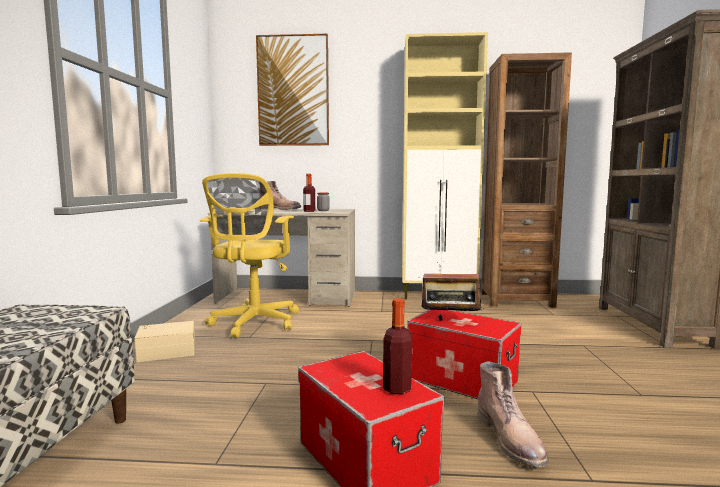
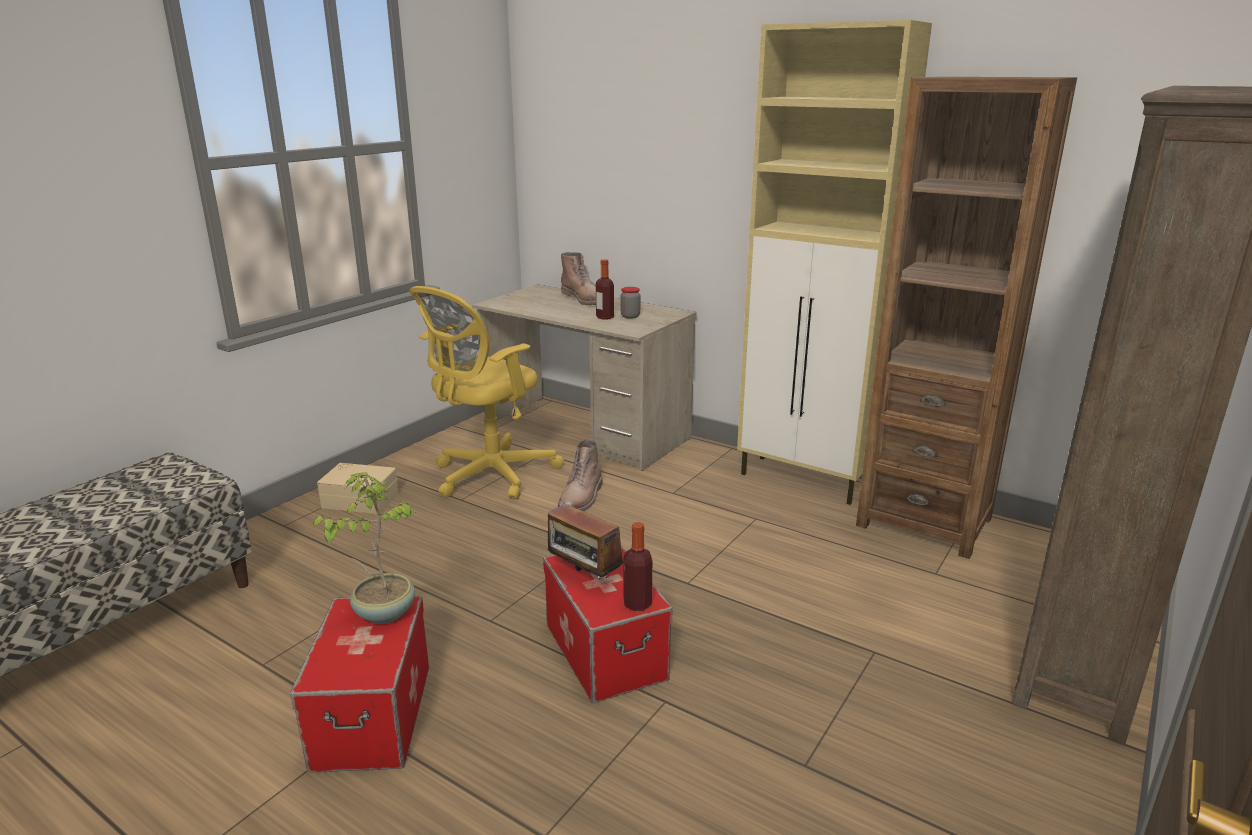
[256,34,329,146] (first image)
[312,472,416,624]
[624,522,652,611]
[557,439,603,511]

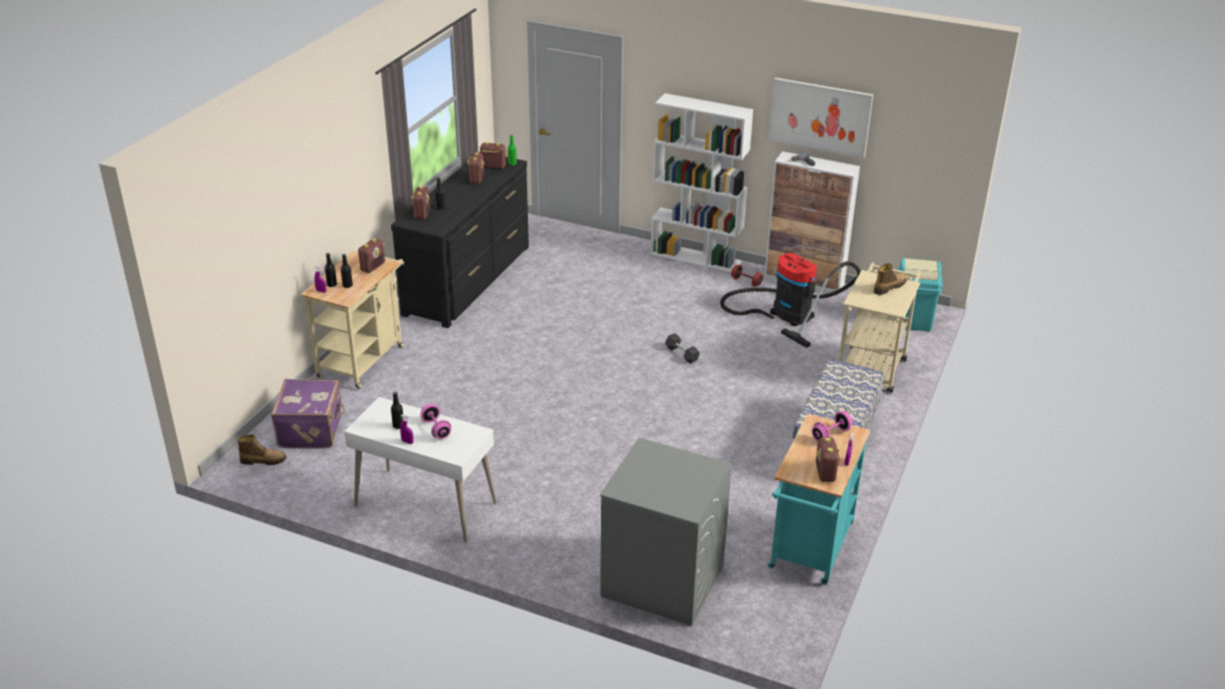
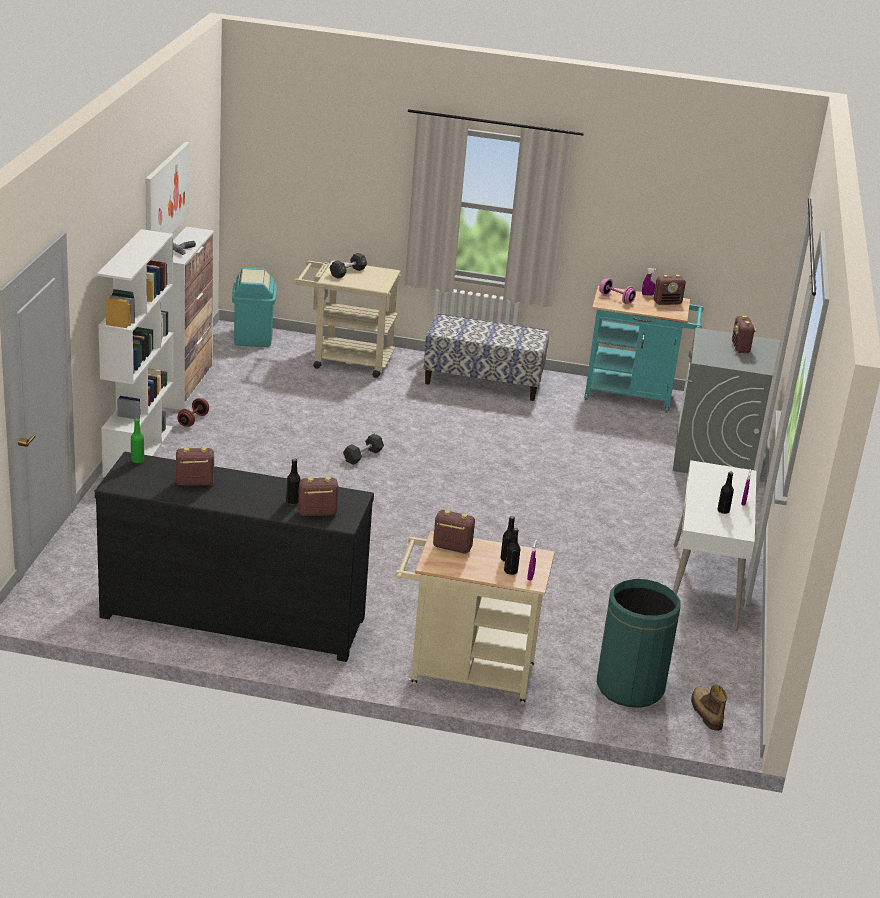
[420,404,451,439] (first image)
[720,253,861,348] (first image)
[732,315,756,353]
[597,579,680,708]
[329,253,367,279]

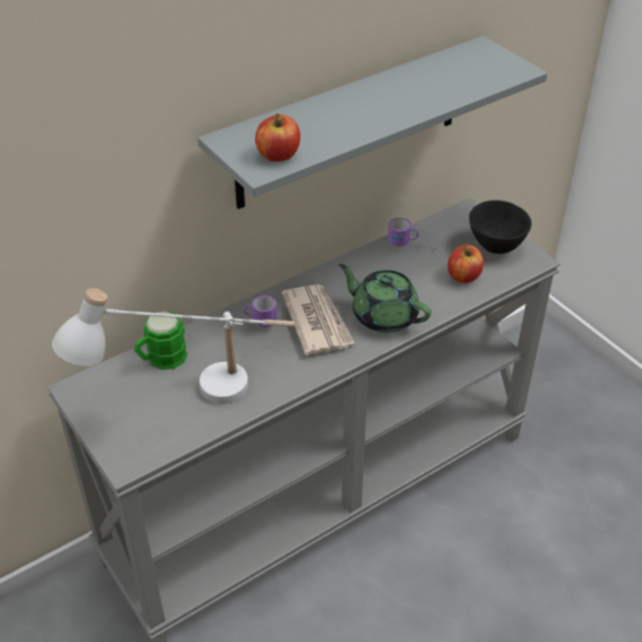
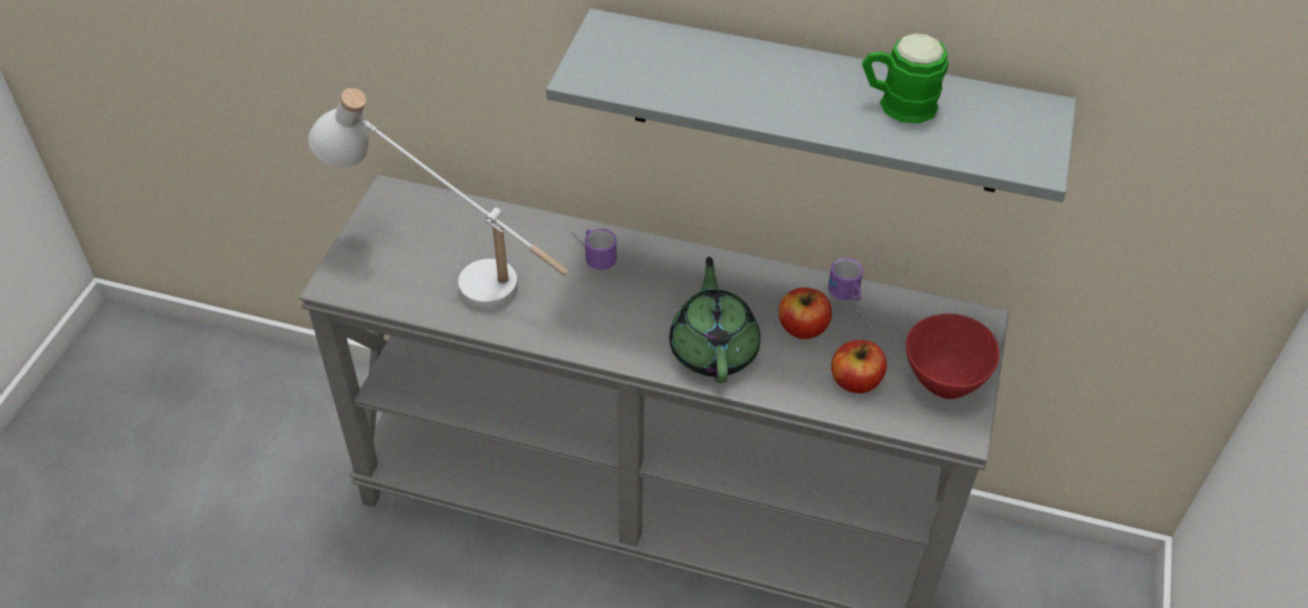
[282,284,355,355] (first image)
[862,34,949,124]
[779,287,832,339]
[906,313,999,399]

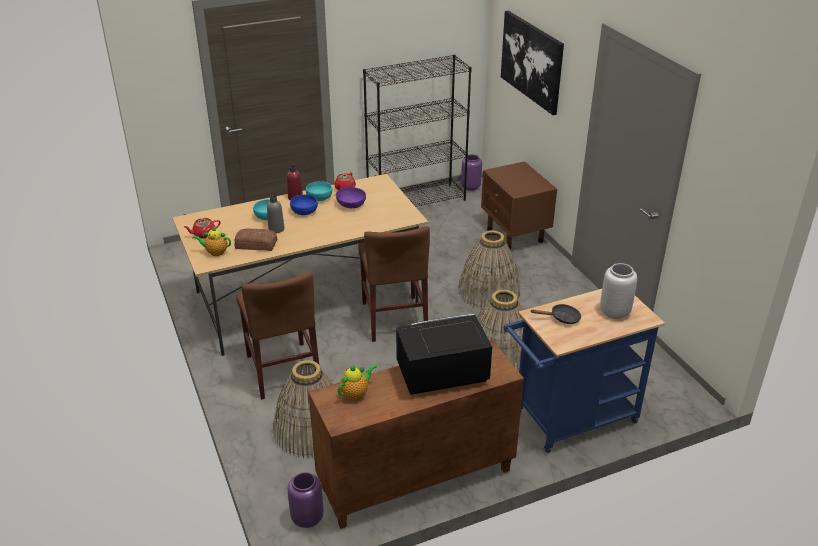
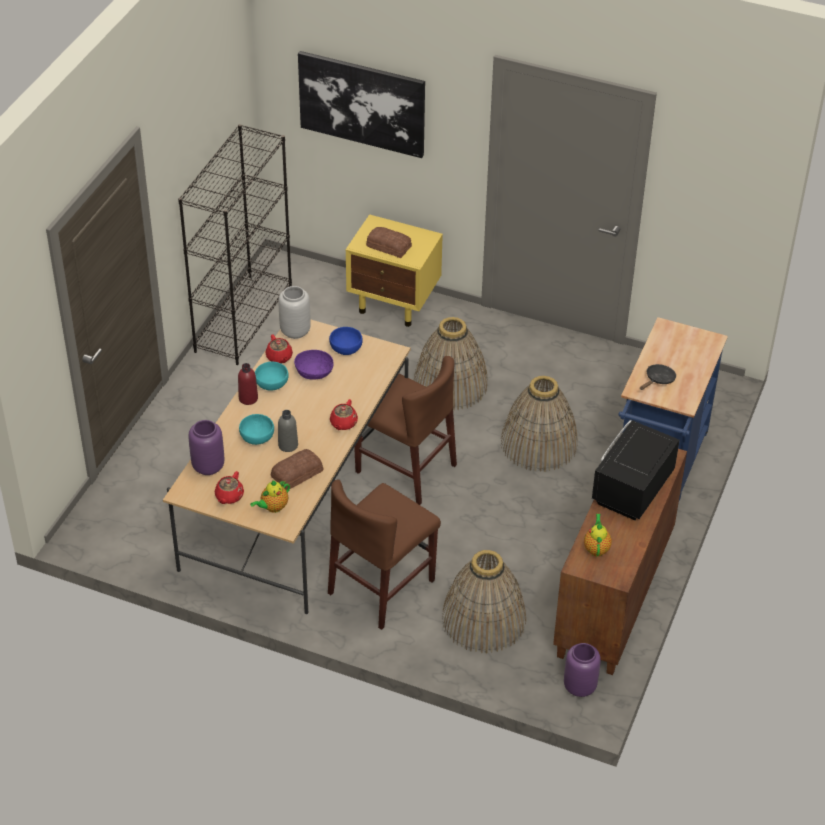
[330,399,358,430]
[366,227,412,258]
[329,327,363,355]
[188,420,224,475]
[279,286,311,339]
[346,214,443,327]
[328,479,441,630]

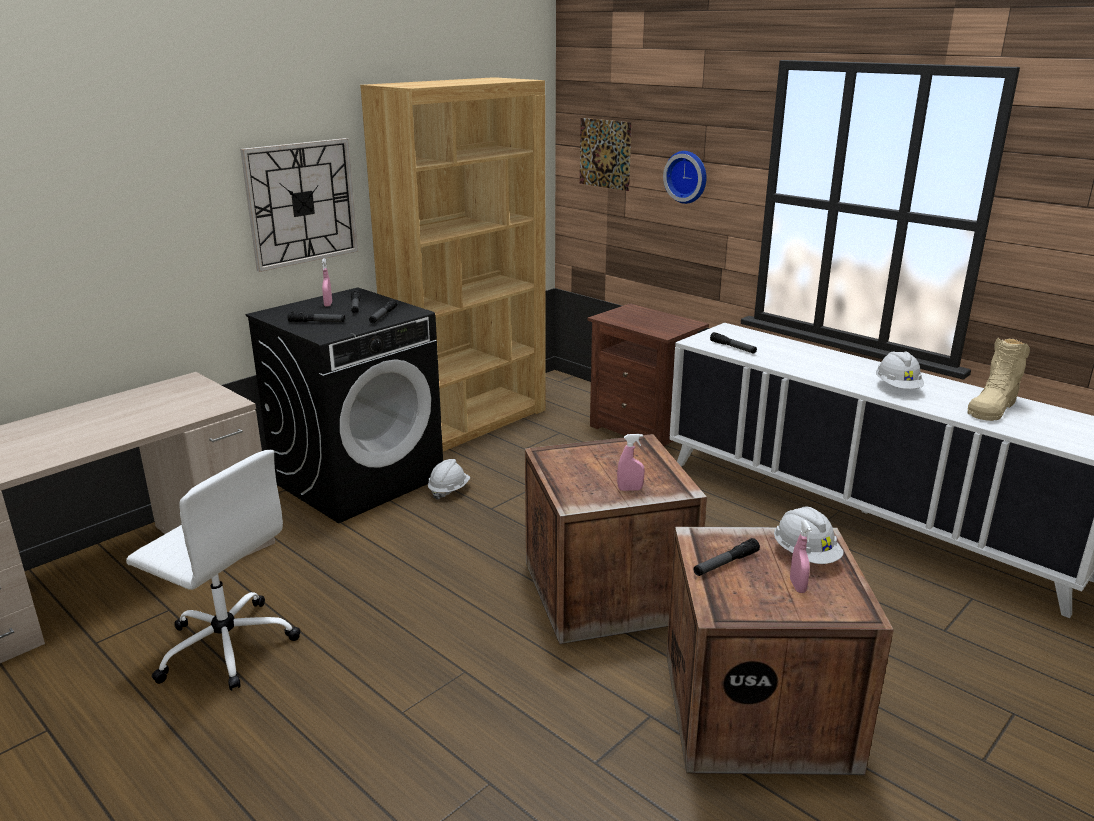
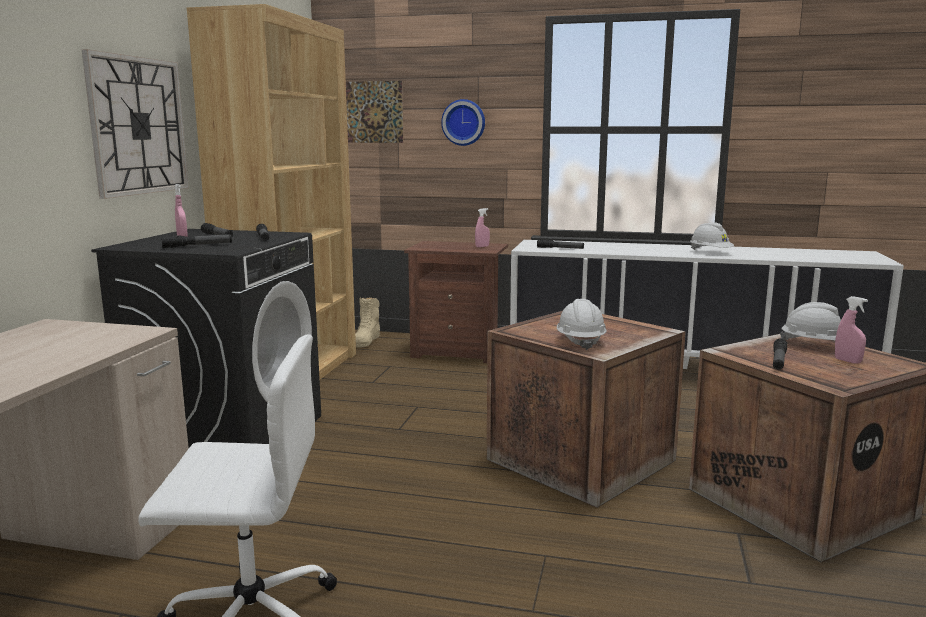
[557,299,607,350]
[475,208,490,247]
[355,298,380,348]

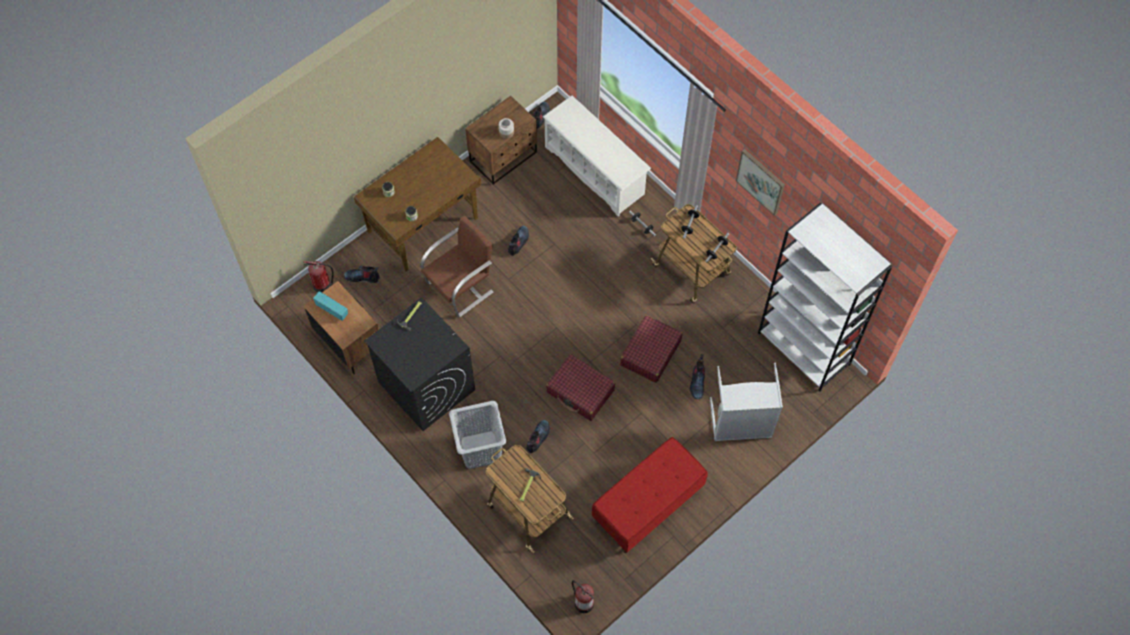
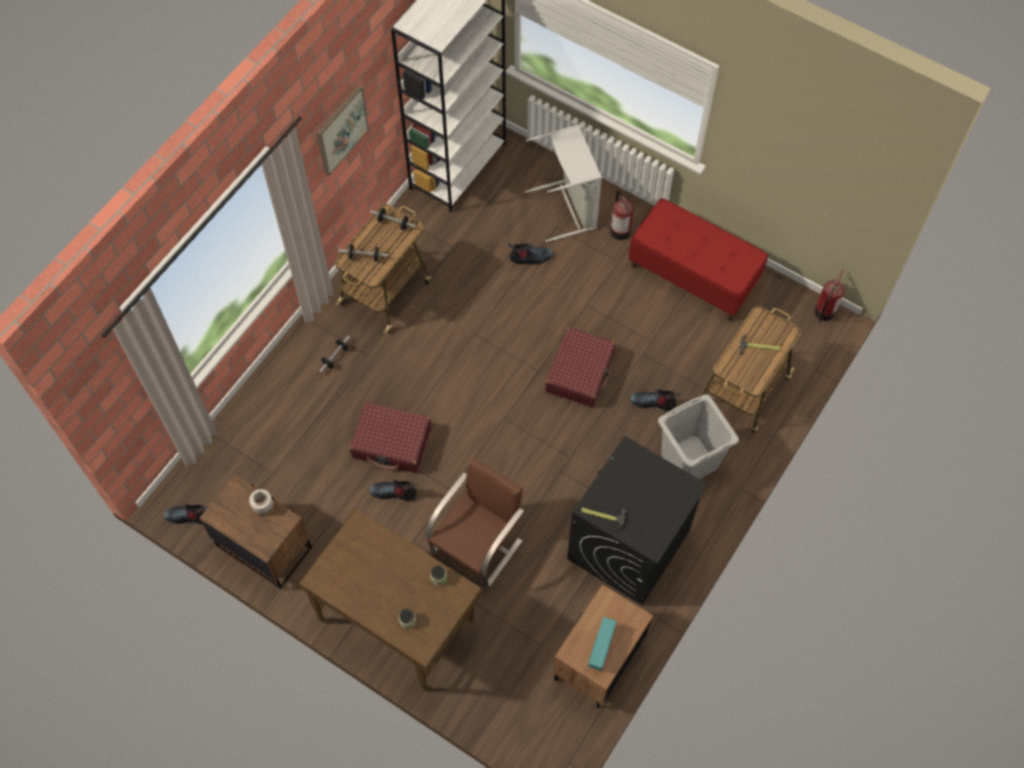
[344,266,380,283] (first image)
[543,95,651,217] (first image)
[610,190,634,240]
[349,402,431,473]
[425,457,524,587]

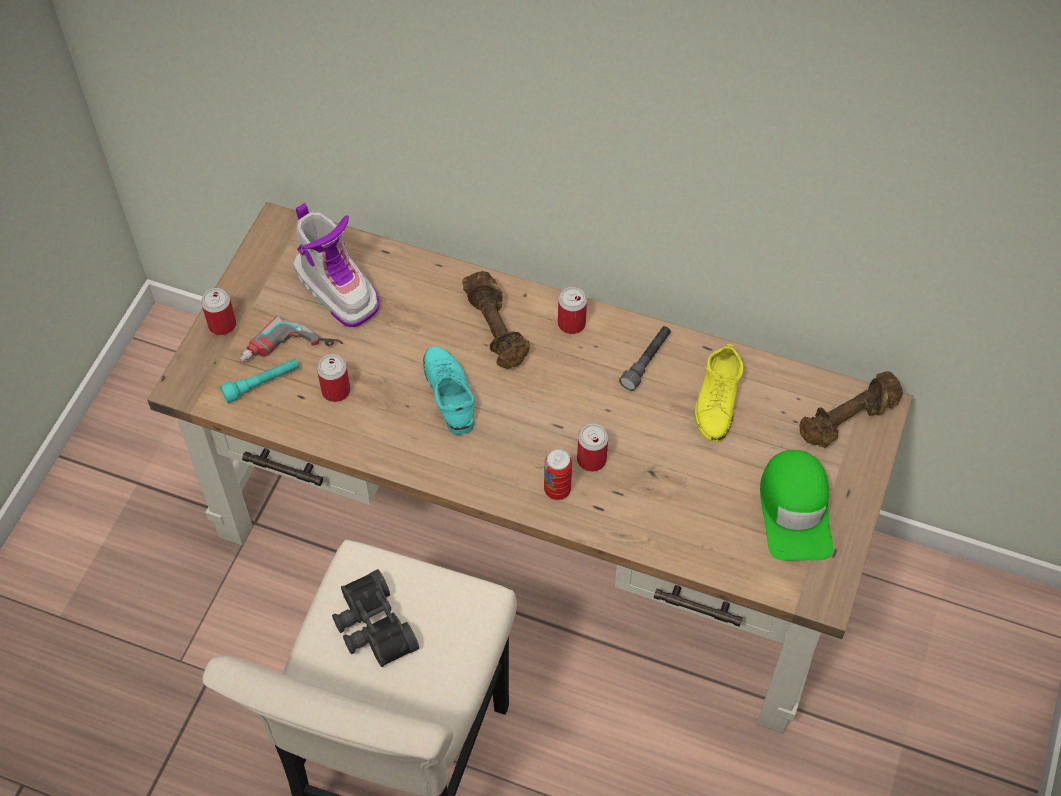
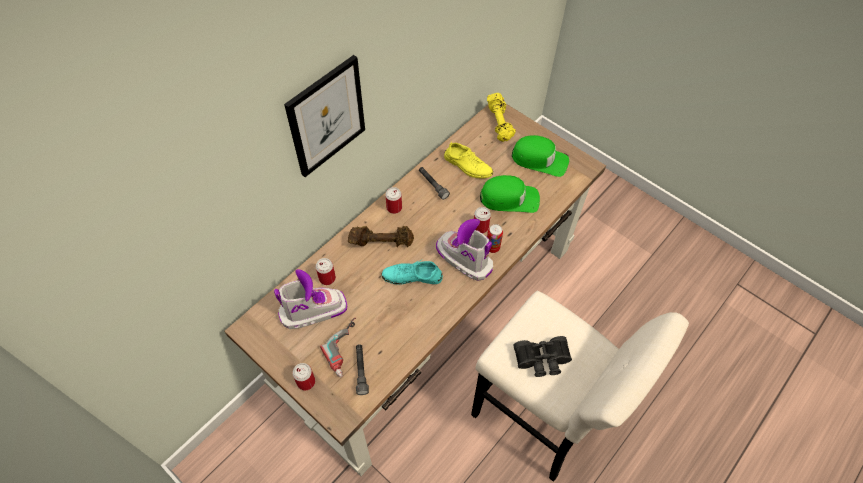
[284,55,365,177]
[436,219,493,281]
[480,175,540,213]
[316,258,336,285]
[356,344,369,395]
[487,93,516,142]

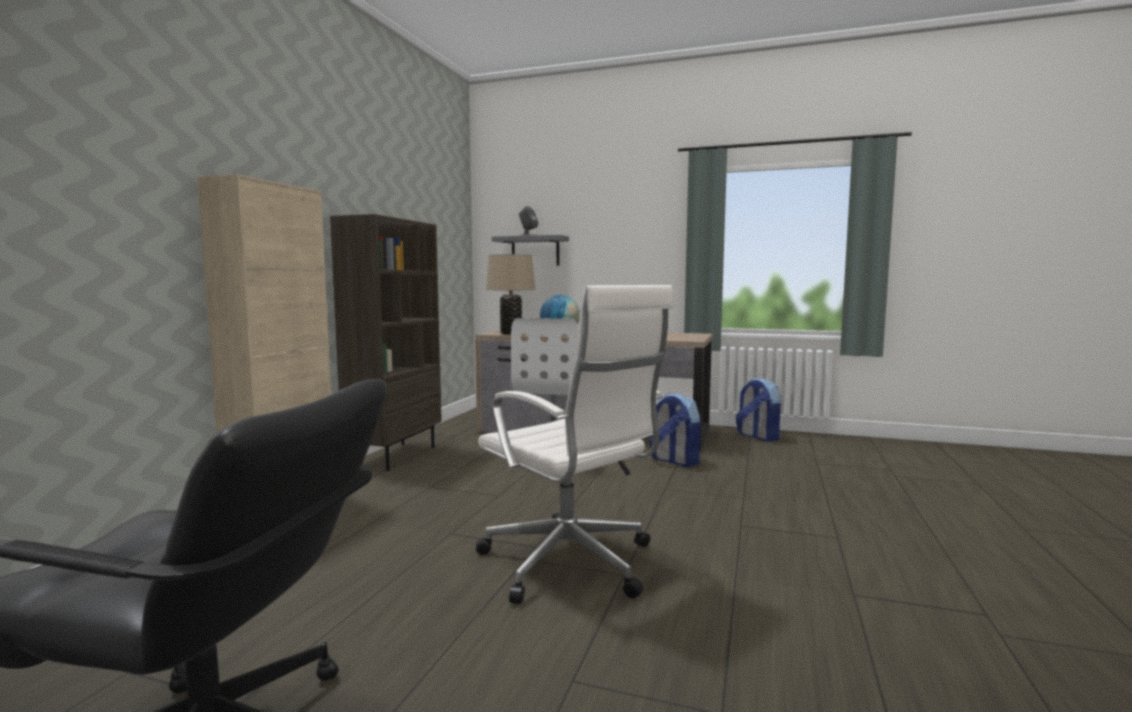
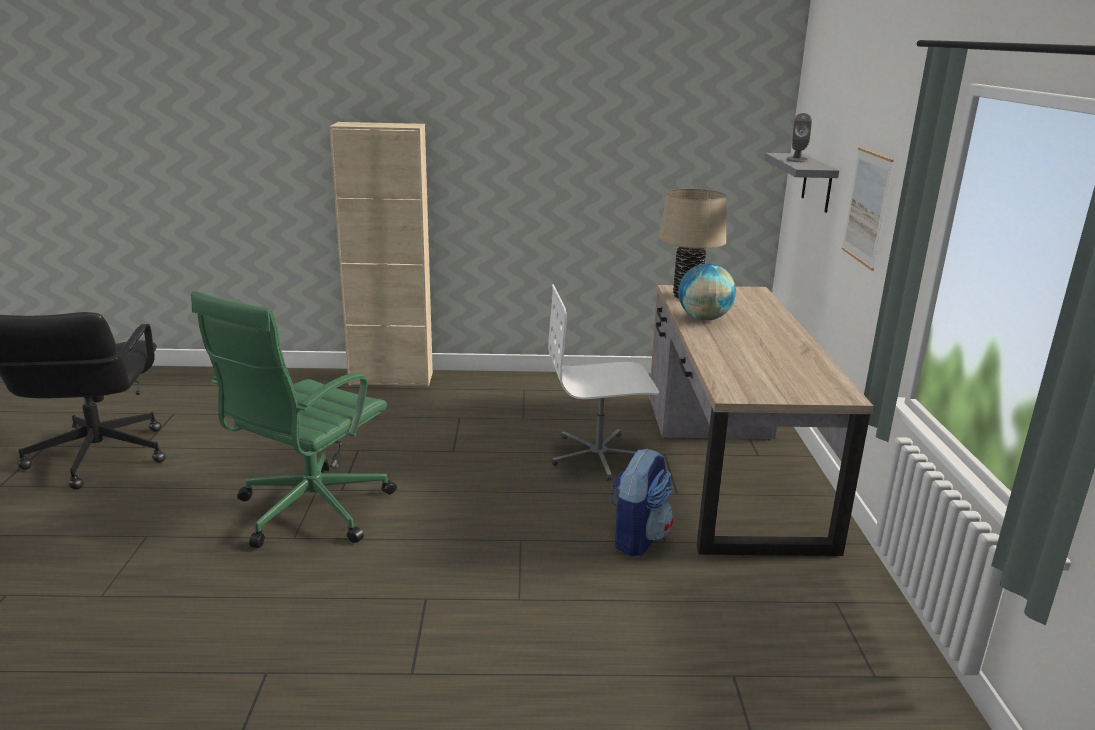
[330,214,442,471] (first image)
[736,378,781,442] (first image)
[842,147,894,271]
[191,291,397,548]

